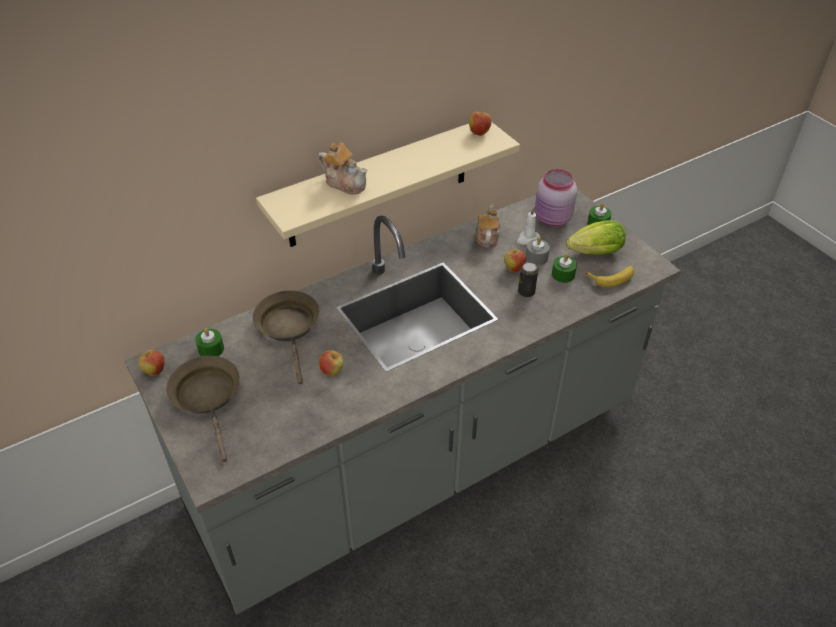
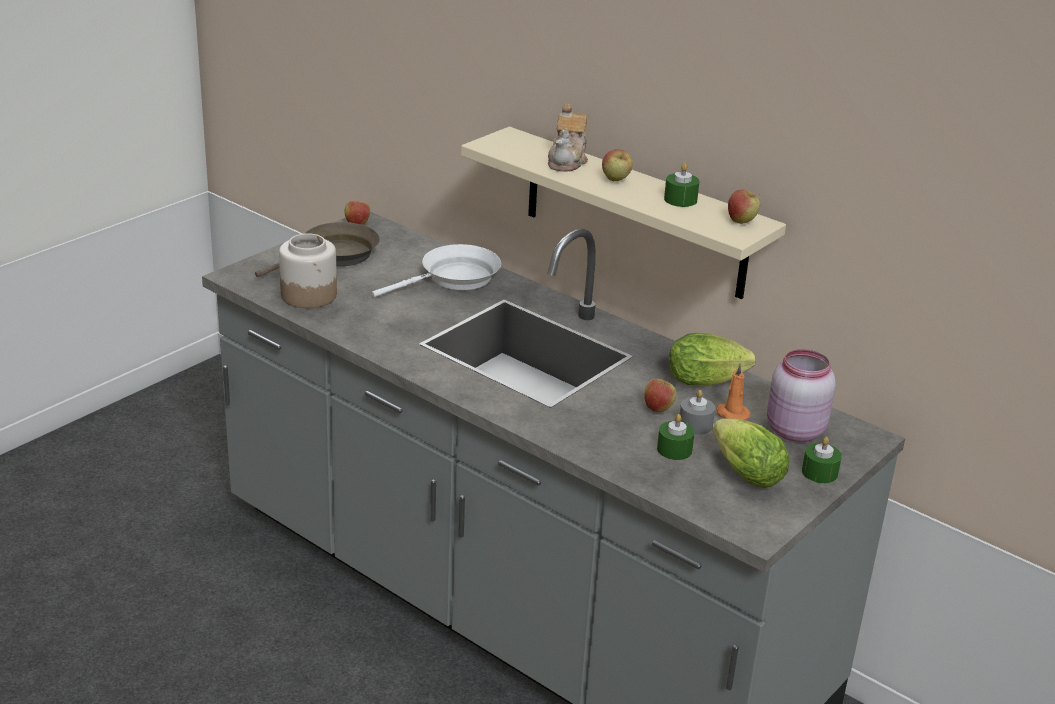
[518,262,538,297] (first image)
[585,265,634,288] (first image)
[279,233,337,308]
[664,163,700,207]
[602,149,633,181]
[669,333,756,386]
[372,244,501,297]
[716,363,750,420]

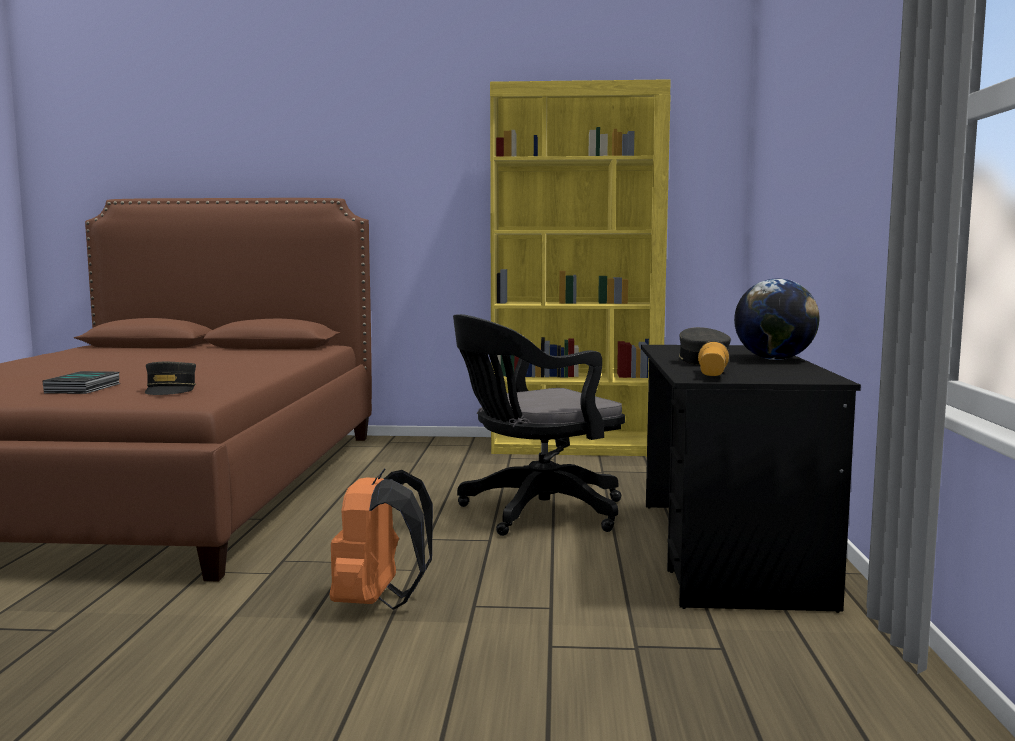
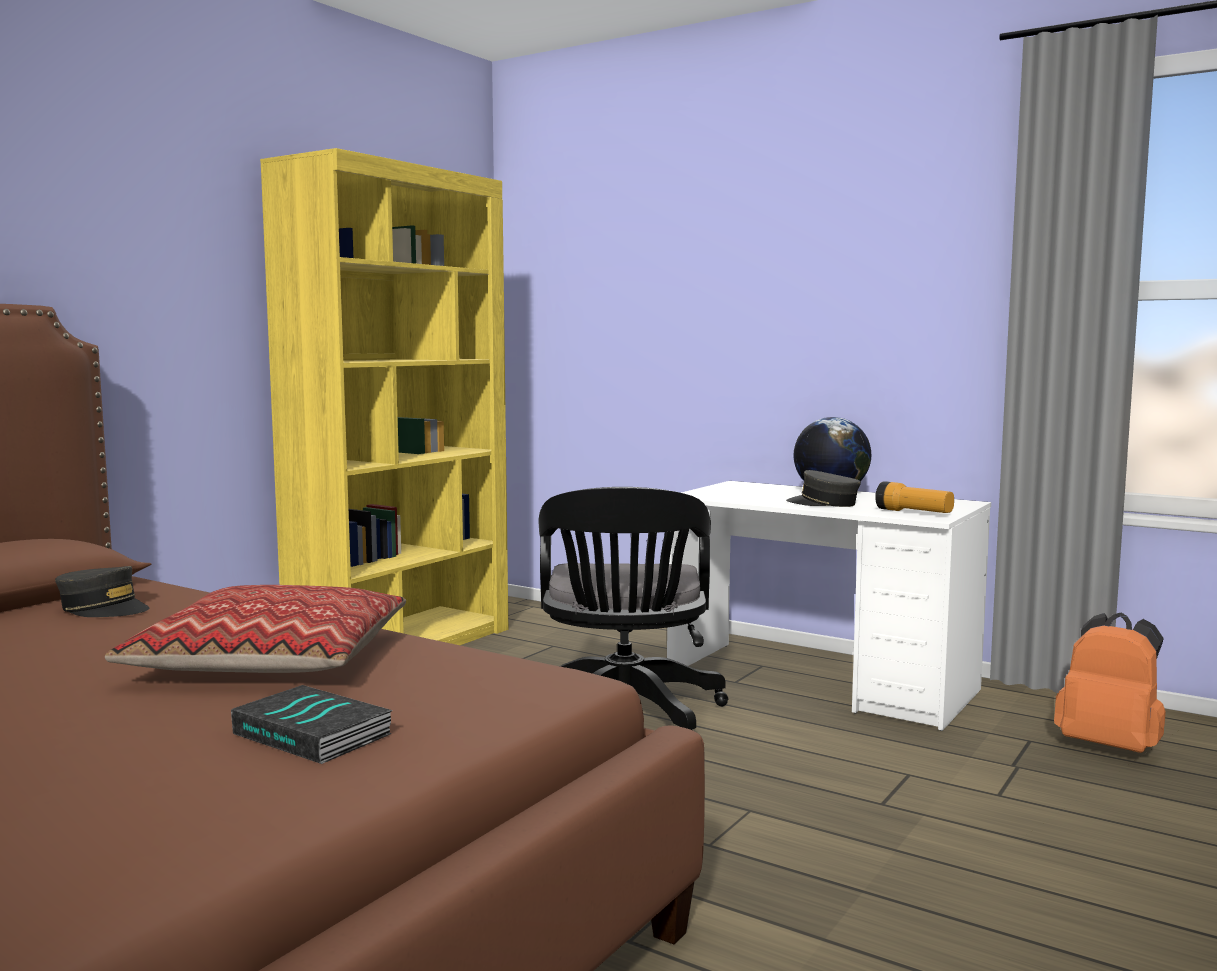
[105,585,406,673]
[55,566,150,617]
[1054,613,1166,753]
[667,481,991,731]

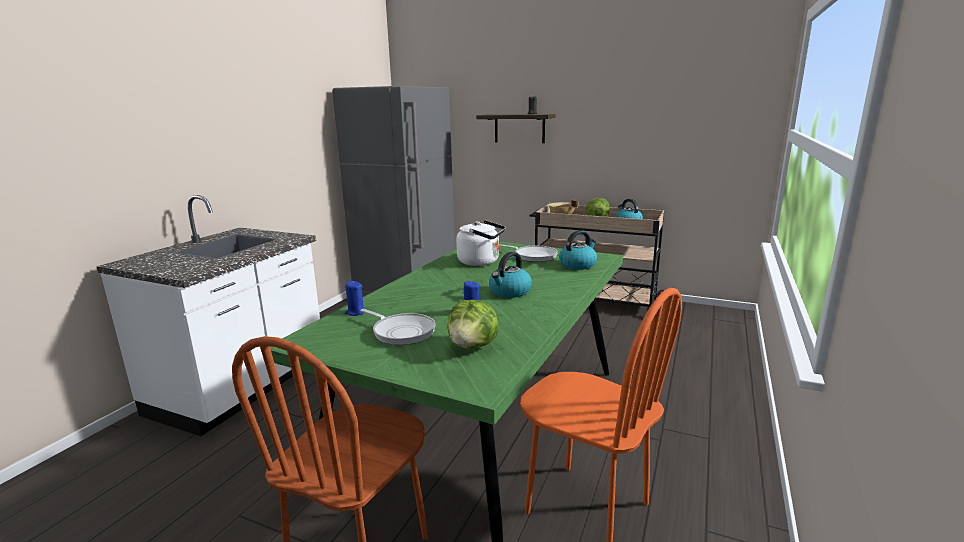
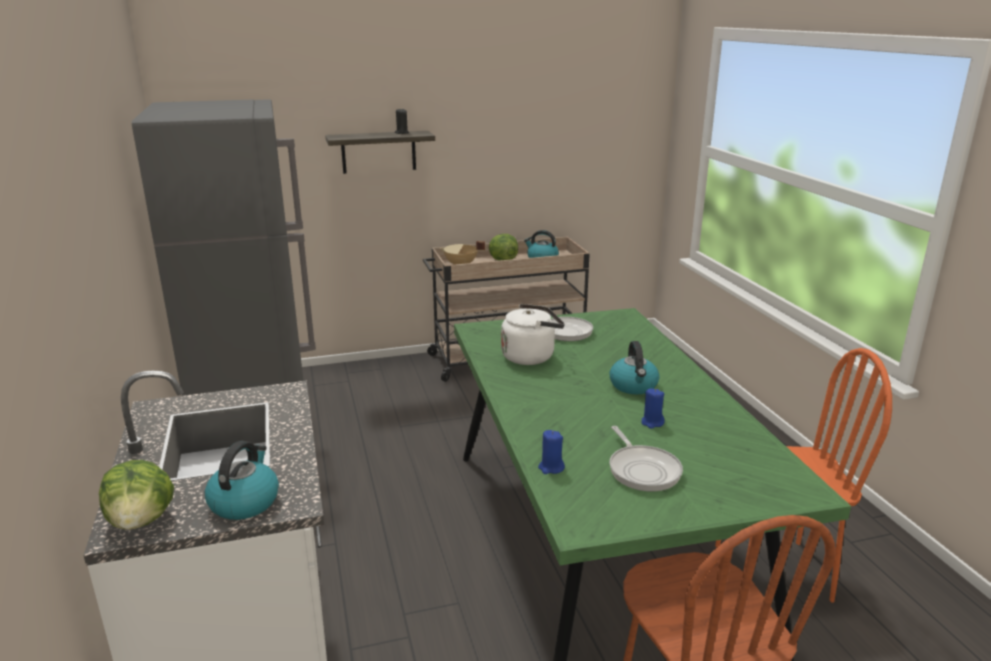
[99,460,174,530]
[205,441,279,520]
[609,426,683,492]

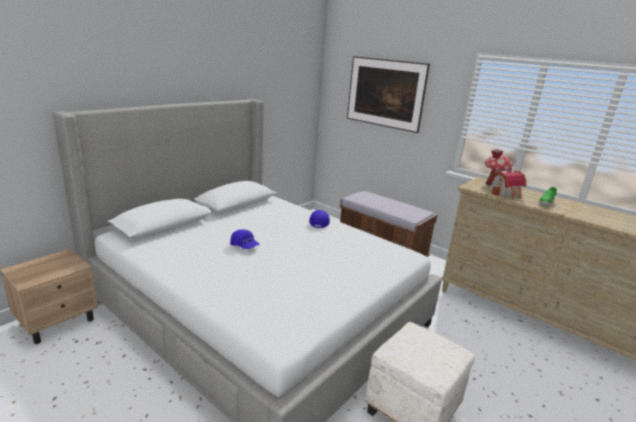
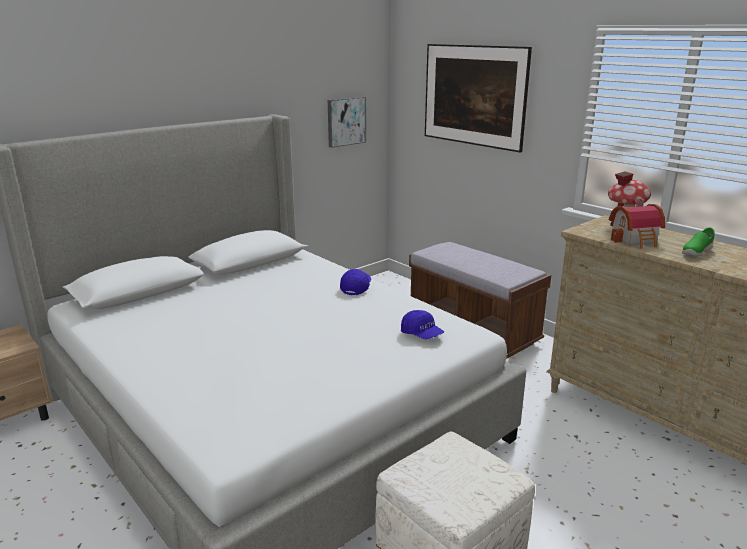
[328,97,366,148]
[401,310,444,339]

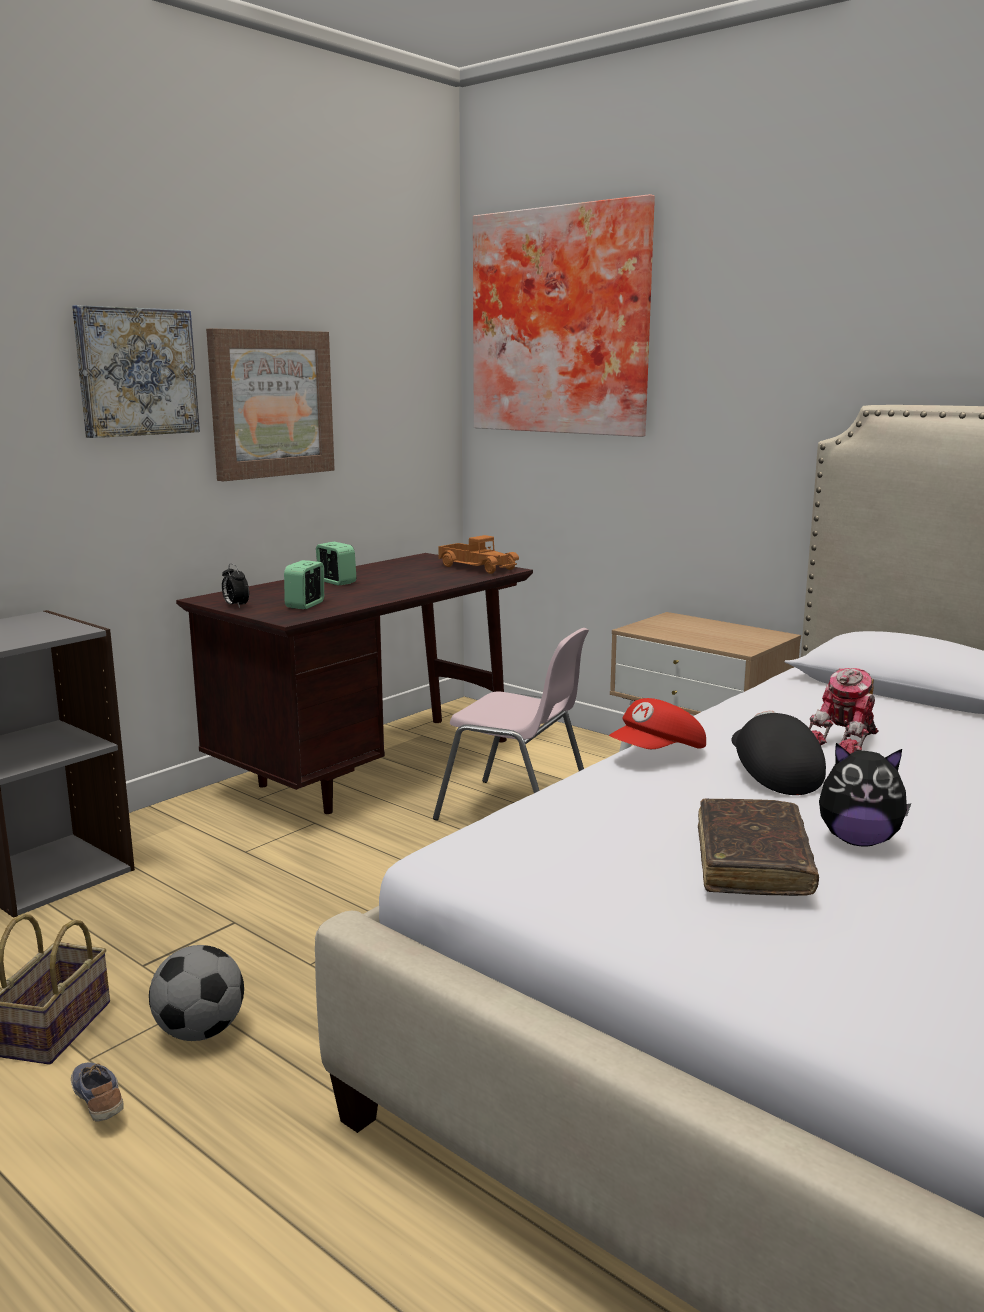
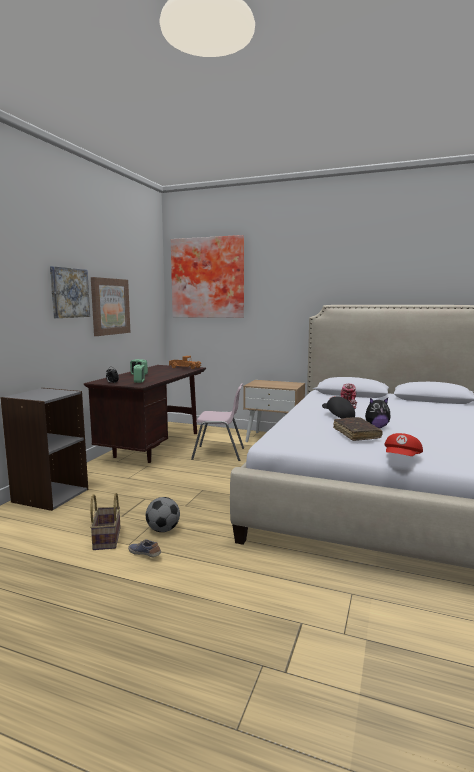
[384,433,423,456]

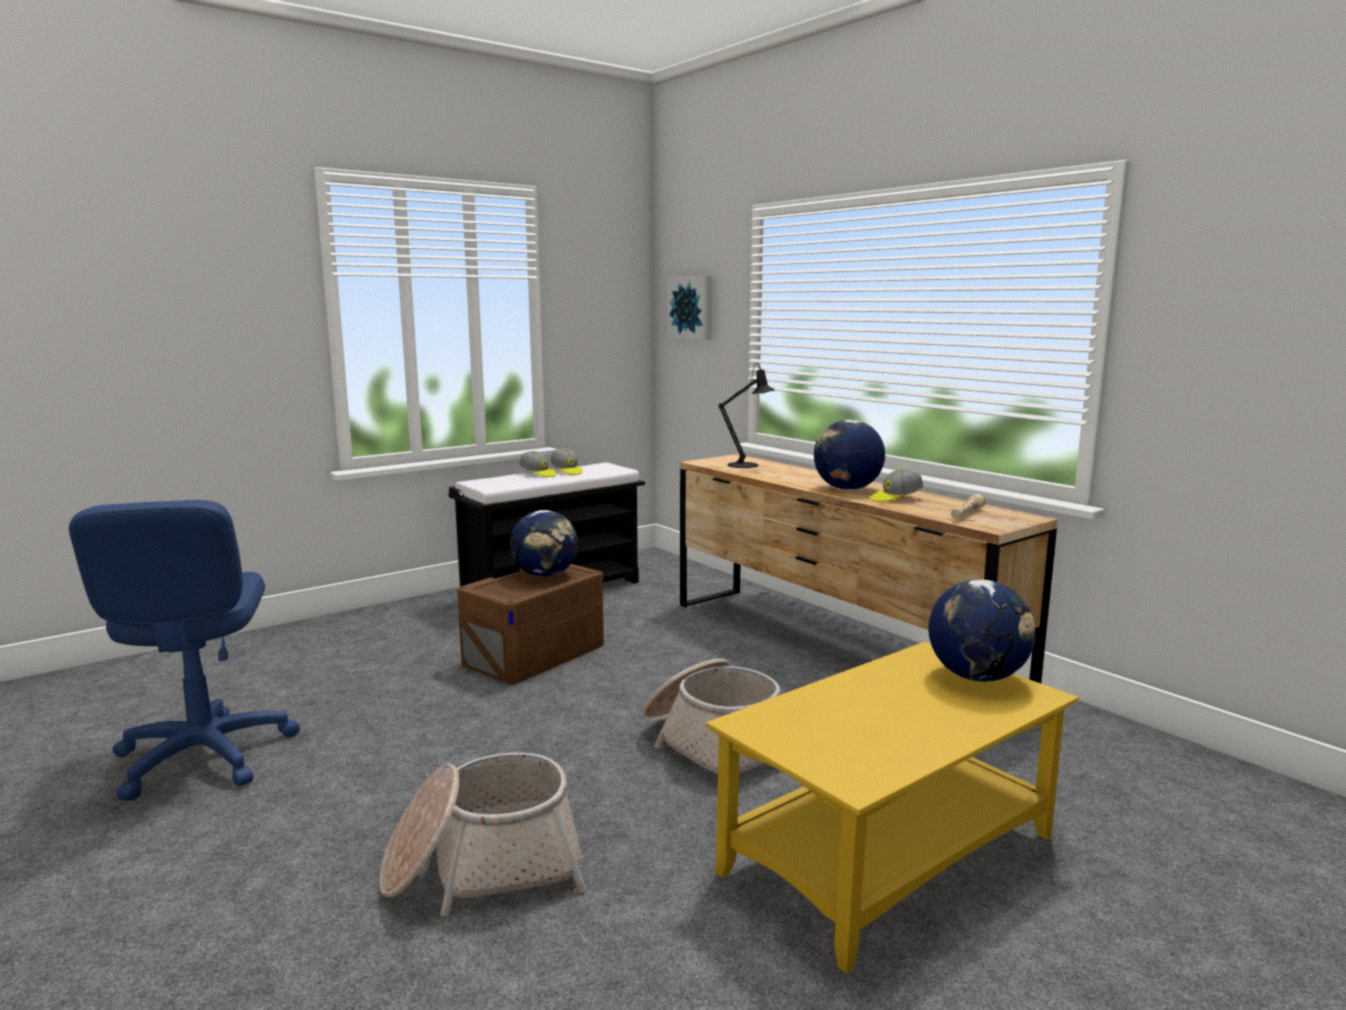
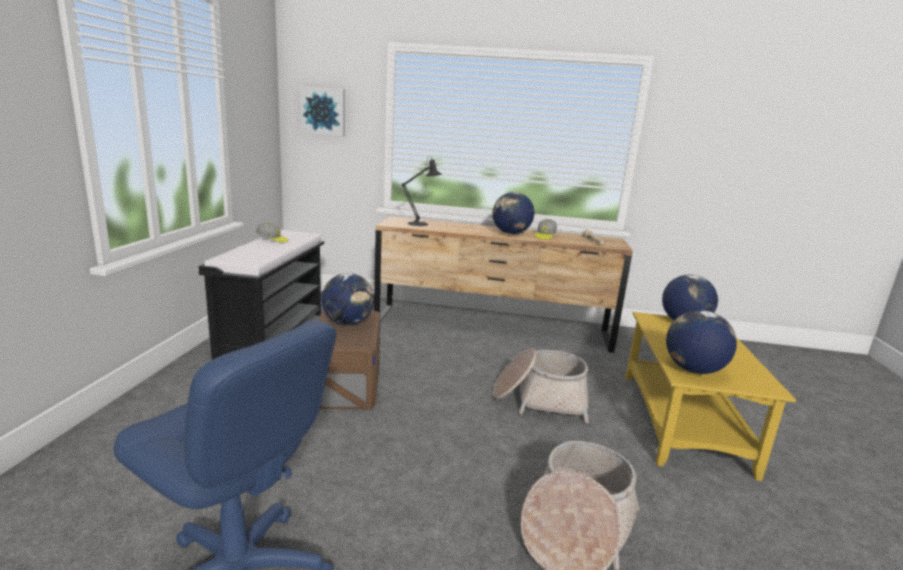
[519,451,557,477] (first image)
[666,310,737,374]

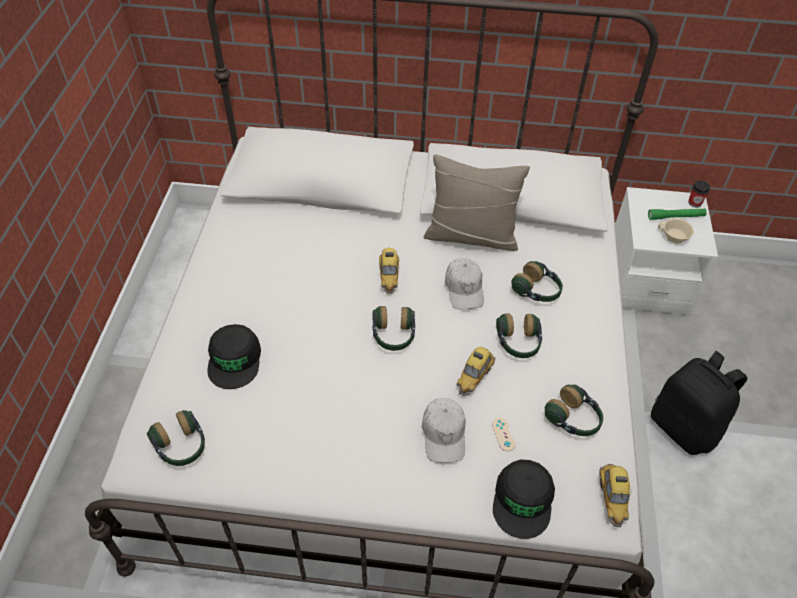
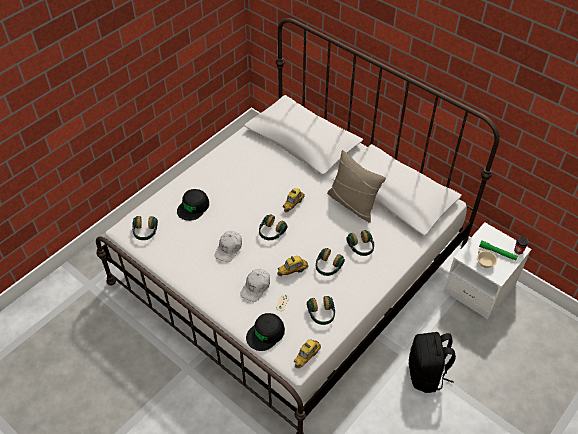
[215,231,242,262]

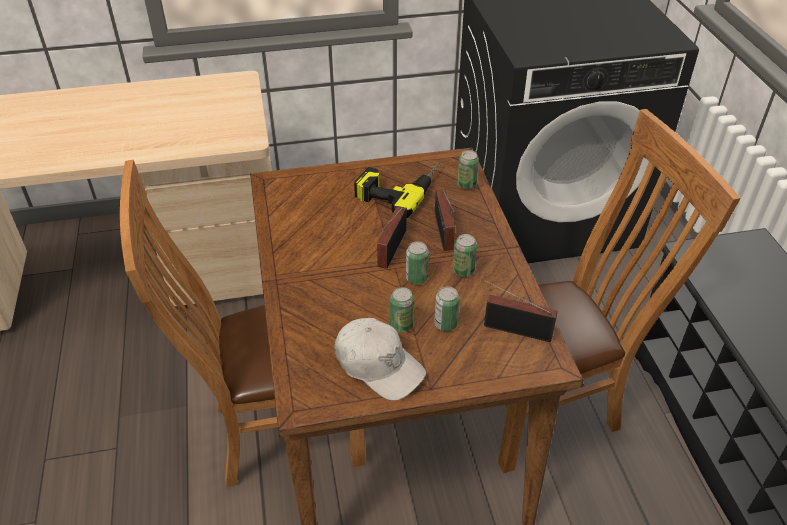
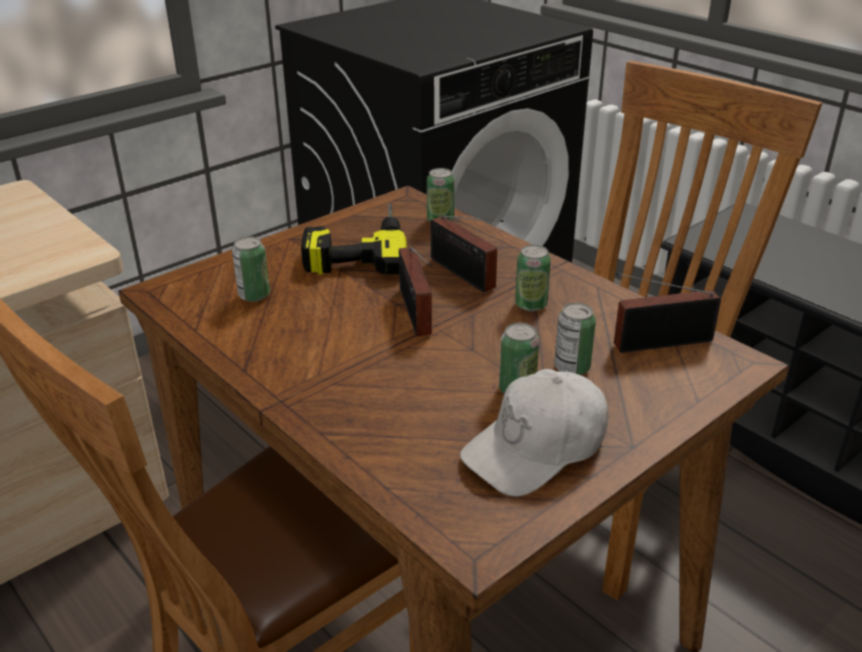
[232,236,270,302]
[460,369,609,497]

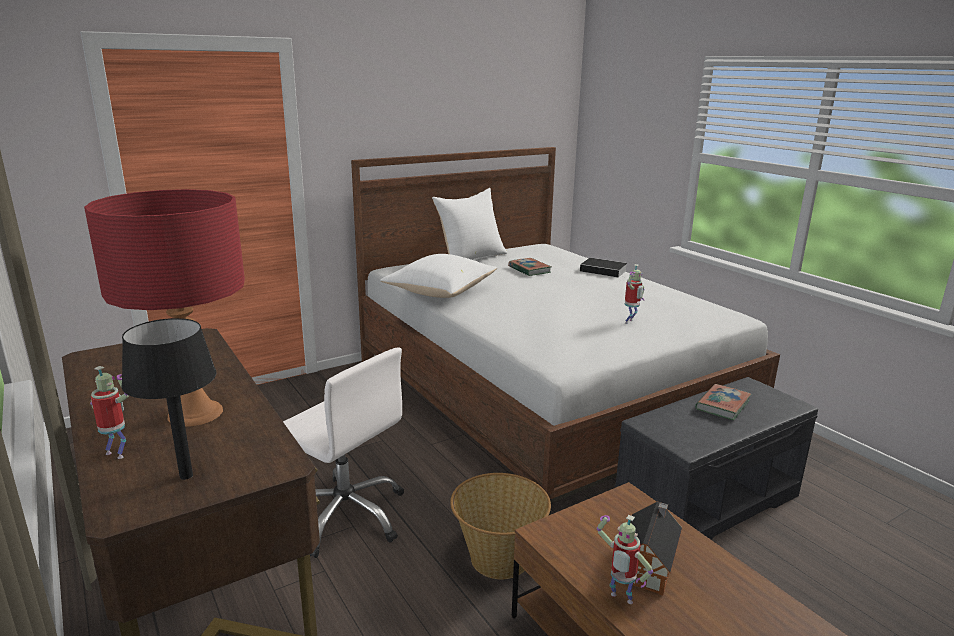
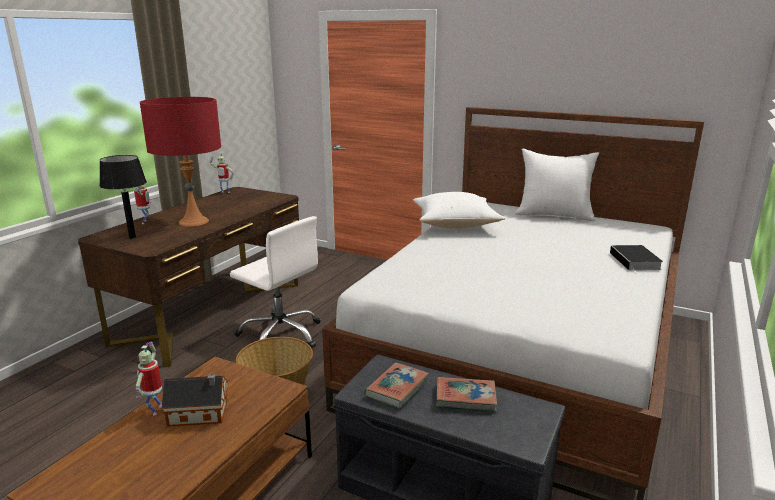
[364,363,429,409]
[210,153,234,193]
[230,216,320,348]

